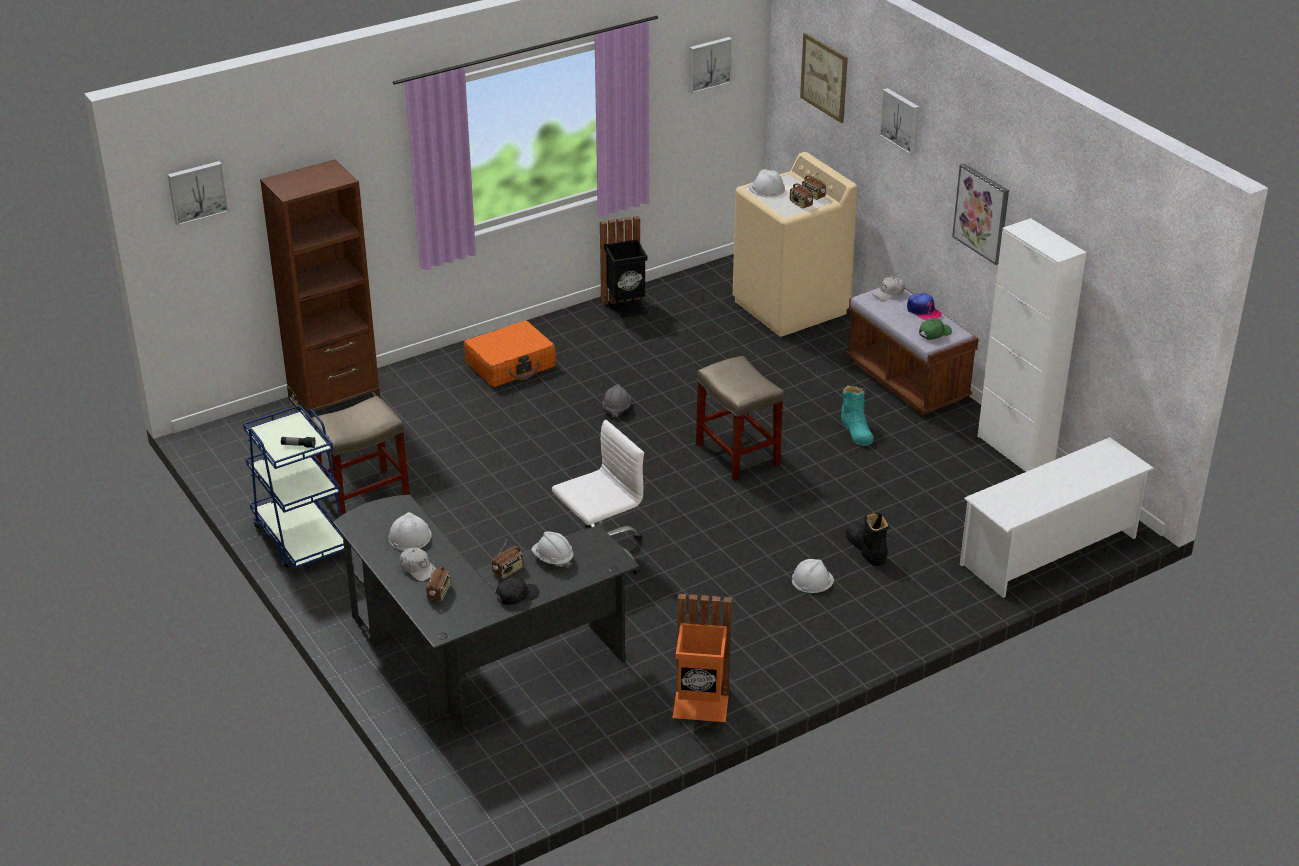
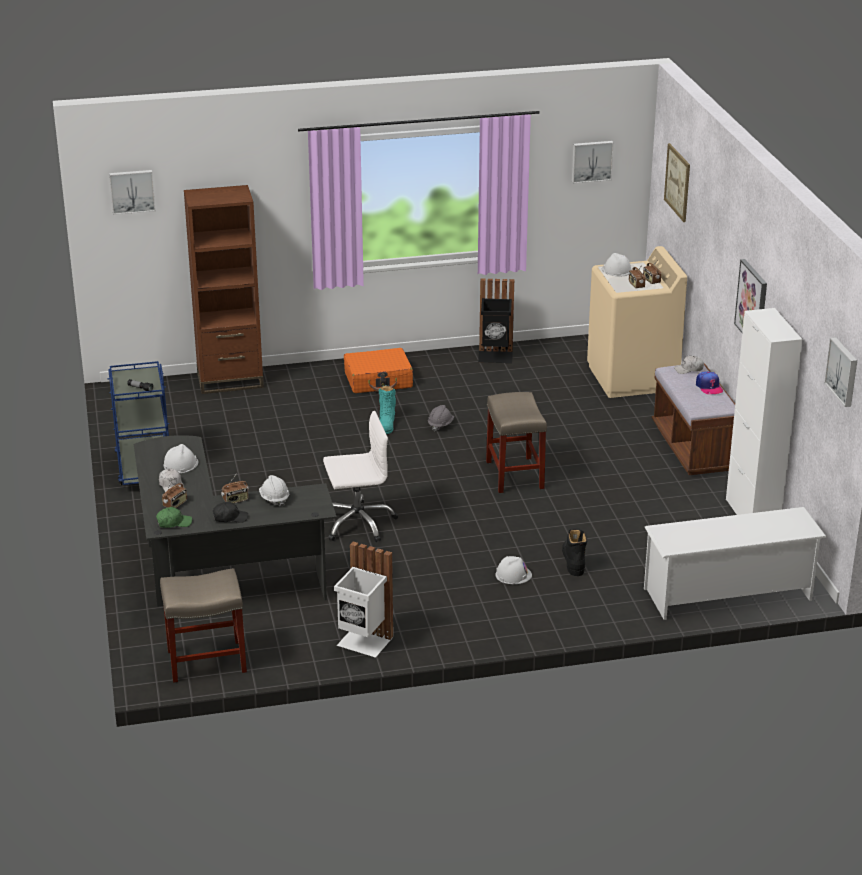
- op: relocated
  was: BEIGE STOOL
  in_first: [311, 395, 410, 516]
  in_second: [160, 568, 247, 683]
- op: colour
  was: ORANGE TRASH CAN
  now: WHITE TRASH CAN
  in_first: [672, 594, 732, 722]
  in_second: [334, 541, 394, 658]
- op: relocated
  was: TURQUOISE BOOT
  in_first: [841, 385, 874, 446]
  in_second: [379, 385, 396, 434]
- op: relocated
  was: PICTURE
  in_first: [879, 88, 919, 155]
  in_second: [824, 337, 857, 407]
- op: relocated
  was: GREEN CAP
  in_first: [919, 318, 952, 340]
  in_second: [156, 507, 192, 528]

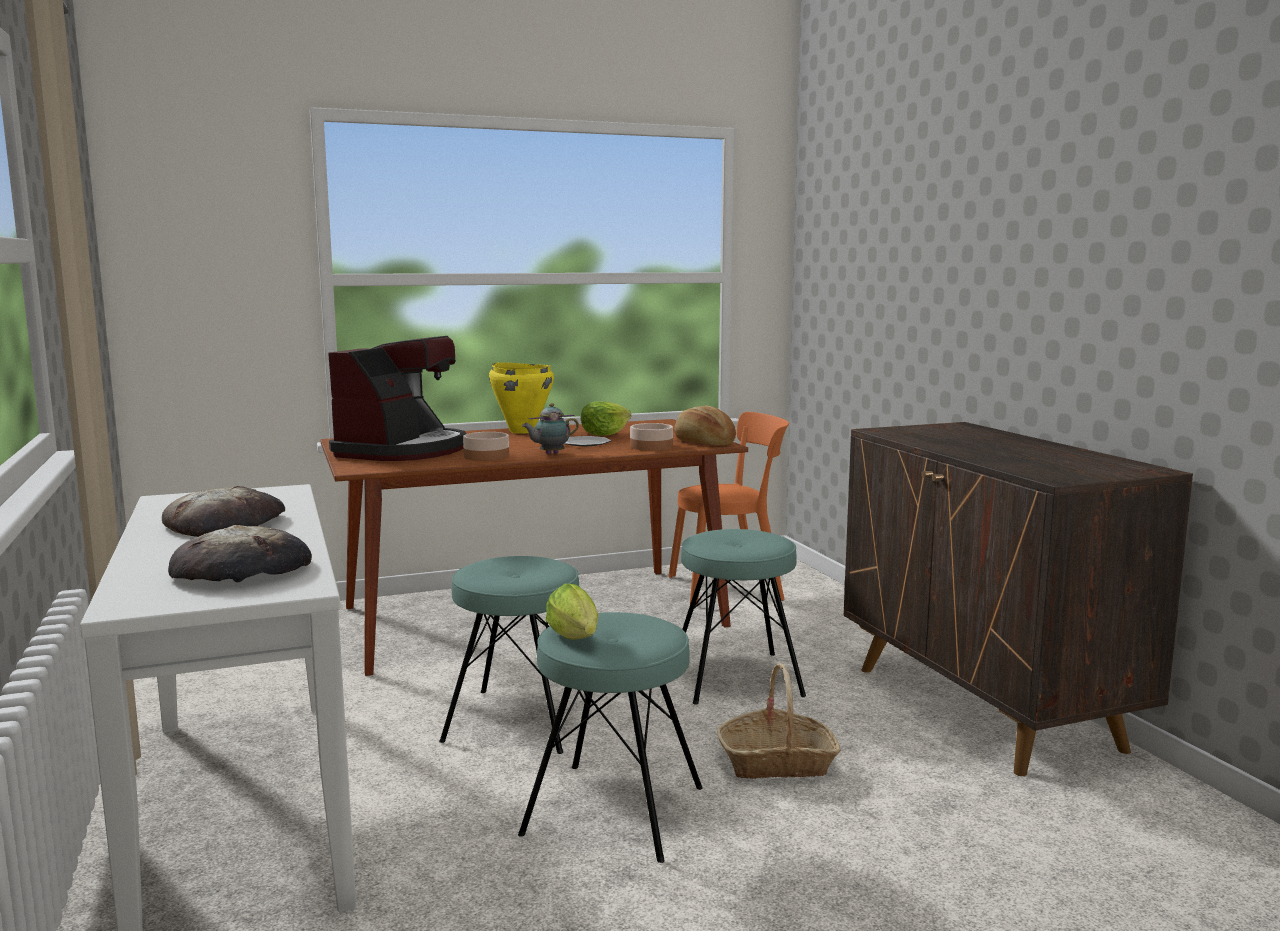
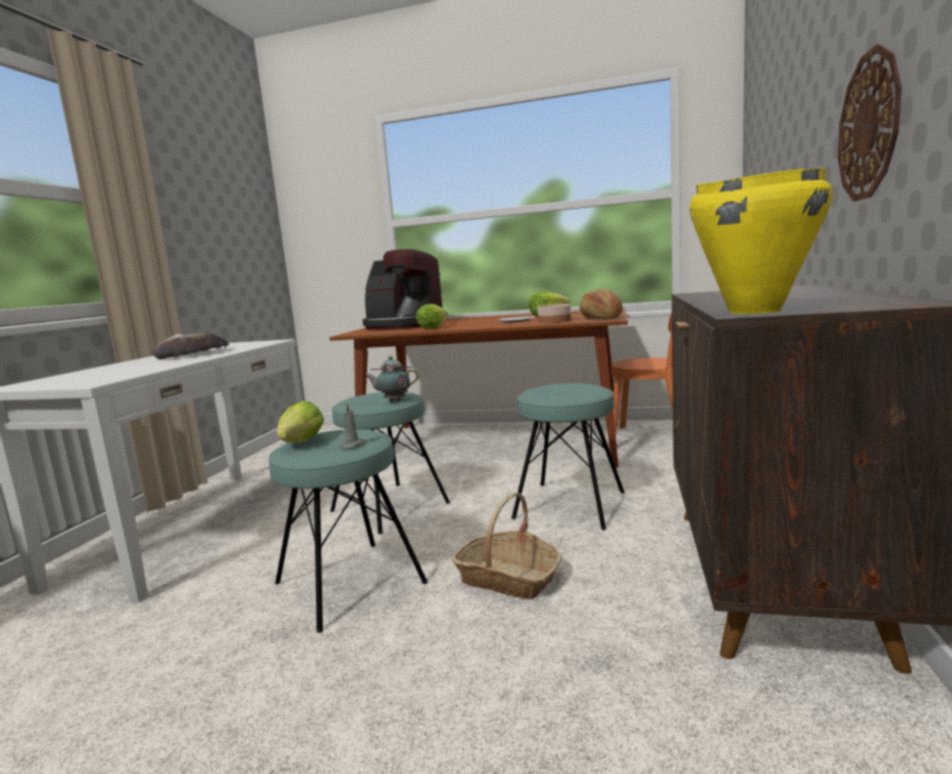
- op: missing
  was: BREAD
  in_first: [168, 525, 312, 582]
- op: spun
  was: COFFEE MACHINE
  in_first: [328, 336, 466, 461]
  in_second: [362, 249, 442, 330]
  clockwise: 60
- op: exchanged
  was: BOWL
  now: LETTUCE
  in_first: [463, 432, 509, 461]
  in_second: [416, 304, 448, 329]
- op: relocated
  was: YELLOW COOKING POT
  in_first: [489, 362, 554, 434]
  in_second: [690, 168, 833, 314]
- op: relocated
  was: TEAPOT
  in_first: [522, 403, 579, 455]
  in_second: [365, 356, 419, 402]
- op: appeared
  now: GREY CANDLE
  in_second: [339, 402, 366, 449]
- op: appeared
  now: WALL CLOCK
  in_second: [838, 44, 902, 201]

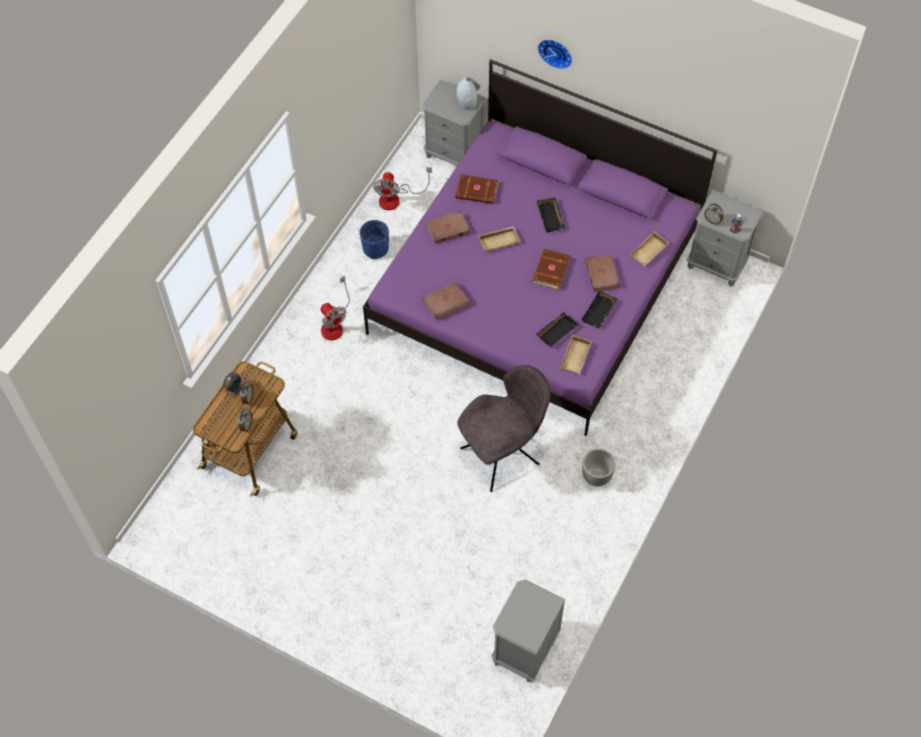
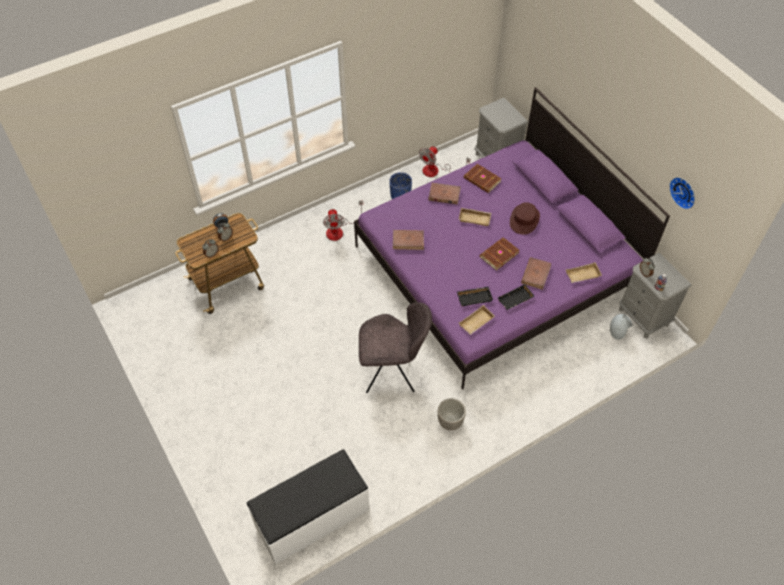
- op: relocated
  was: GREY VASE
  in_first: [457, 78, 480, 110]
  in_second: [610, 314, 633, 340]
- op: exchanged
  was: GREY NIGHTSTAND
  now: WHITE BENCH
  in_first: [492, 580, 566, 682]
  in_second: [247, 449, 369, 564]
- op: exchanged
  was: BLACK TRAY
  now: BROWN HAT
  in_first: [537, 198, 565, 233]
  in_second: [510, 202, 540, 235]
- op: relocated
  was: WALL CLOCK
  in_first: [538, 39, 572, 69]
  in_second: [669, 177, 695, 209]

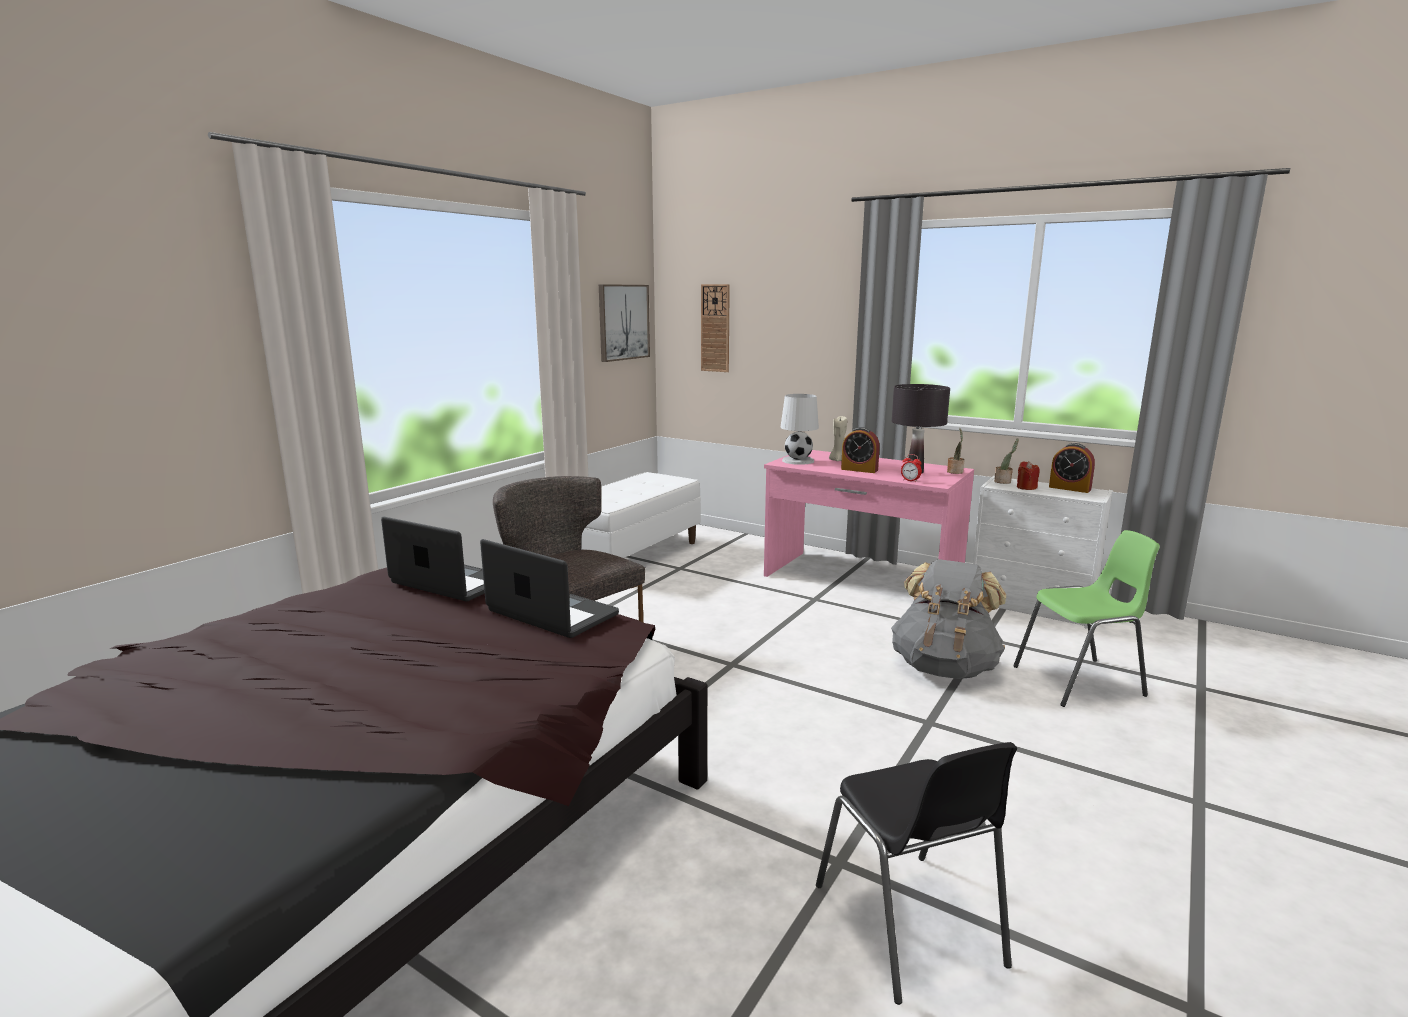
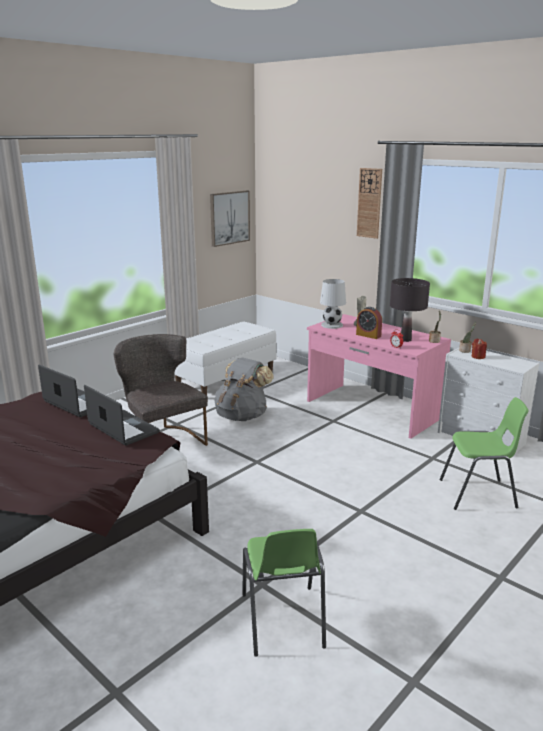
- op: relocated
  was: WALL CLOCK
  in_first: [701, 284, 730, 372]
  in_second: [357, 168, 382, 239]
- op: colour
  was: BLACK CHAIR
  now: GREEN CHAIR
  in_first: [816, 742, 1017, 1005]
  in_second: [242, 529, 326, 657]
- op: relocated
  was: GREY BACKPACK
  in_first: [891, 559, 1006, 679]
  in_second: [214, 357, 273, 421]
- op: missing
  was: ALARM CLOCK
  in_first: [1049, 443, 1095, 493]

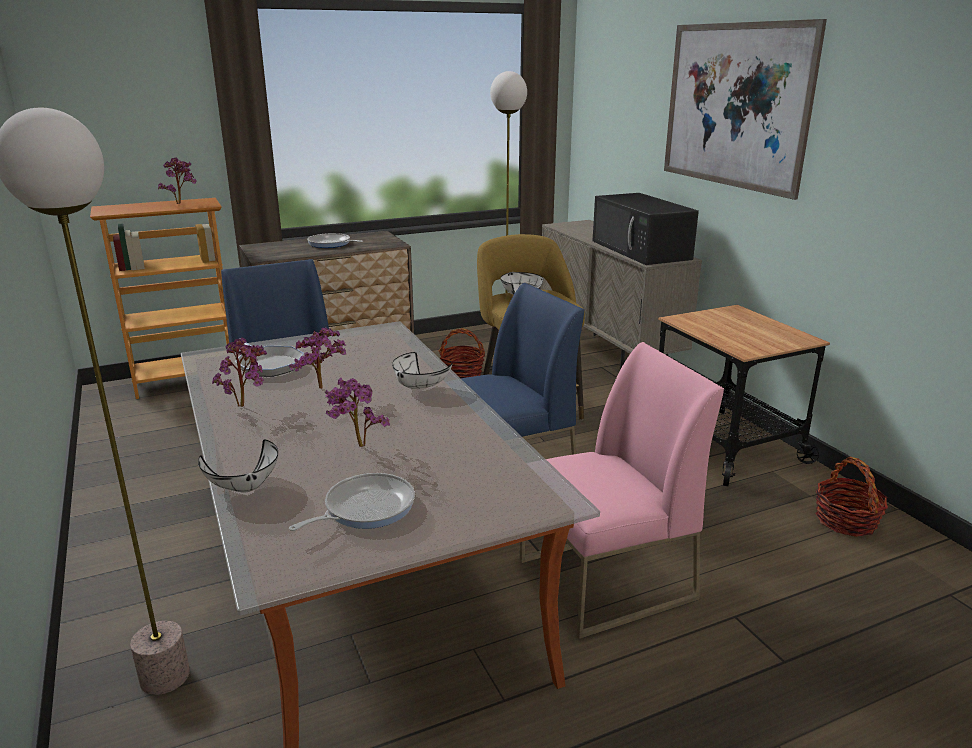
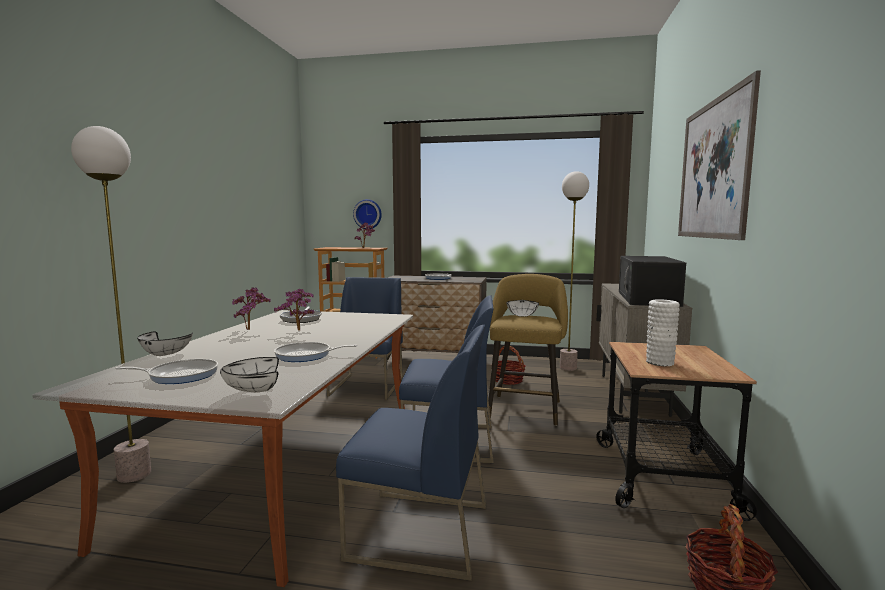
- op: missing
  was: POTTED PLANT
  in_first: [325, 378, 390, 447]
- op: relocated
  was: WHITE BOWL
  in_first: [392, 352, 453, 389]
  in_second: [220, 357, 279, 392]
- op: colour
  was: PINK CHAIR
  now: BLUE CHAIR
  in_first: [520, 342, 724, 639]
  in_second: [336, 325, 486, 581]
- op: appeared
  now: FRYING PAN
  in_second: [274, 342, 357, 362]
- op: appeared
  now: WALL CLOCK
  in_second: [353, 199, 382, 229]
- op: appeared
  now: WHITE VASE
  in_second: [646, 300, 680, 366]

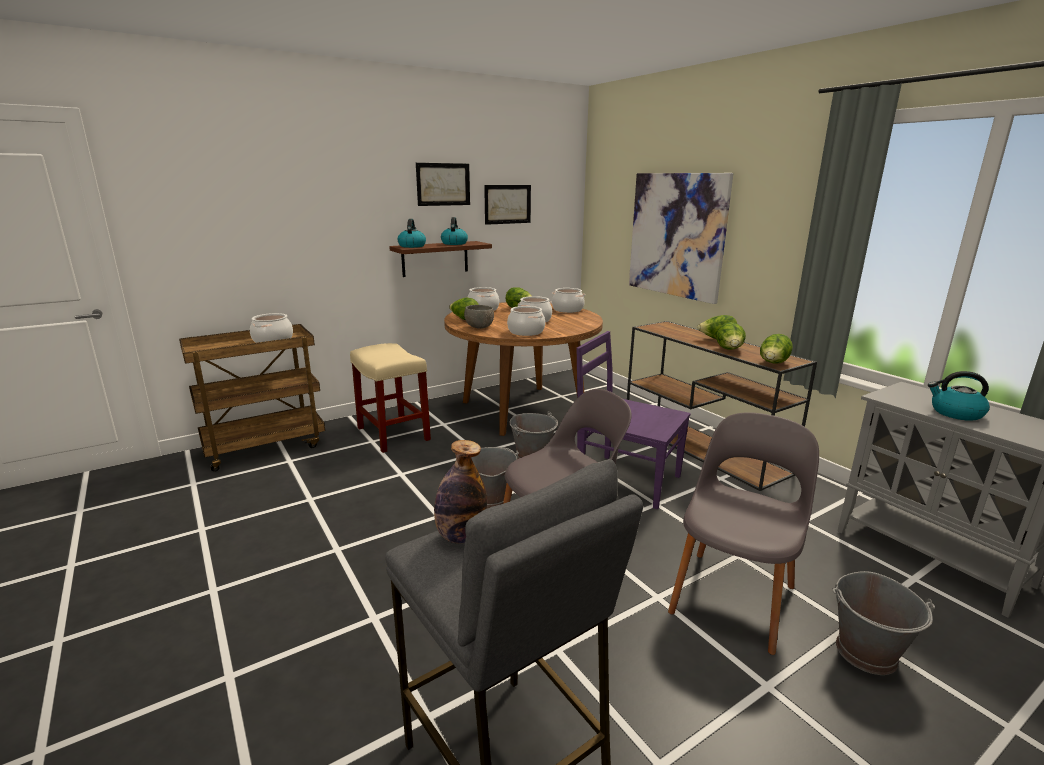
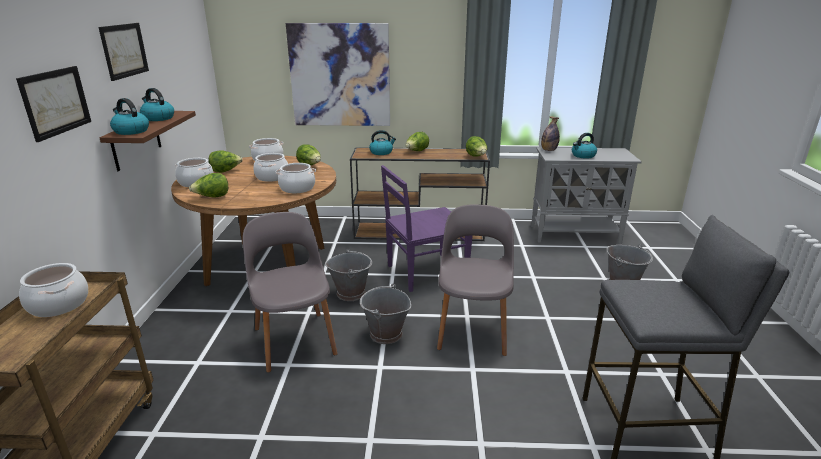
- op: missing
  was: BEIGE STOOL
  in_first: [350, 343, 431, 453]
- op: relocated
  was: BOTTLE
  in_first: [434, 440, 487, 544]
  in_second: [541, 116, 560, 151]
- op: missing
  was: GREY BOWL
  in_first: [464, 305, 494, 329]
- op: relocated
  was: PICTURE
  in_first: [484, 185, 531, 225]
  in_second: [16, 66, 91, 142]
- op: relocated
  was: GREY CHAIR
  in_first: [668, 412, 819, 655]
  in_second: [243, 212, 337, 373]
- op: relocated
  was: LETTUCE
  in_first: [716, 322, 746, 350]
  in_second: [296, 144, 321, 165]
- op: appeared
  now: KETTLE
  in_second: [369, 130, 396, 155]

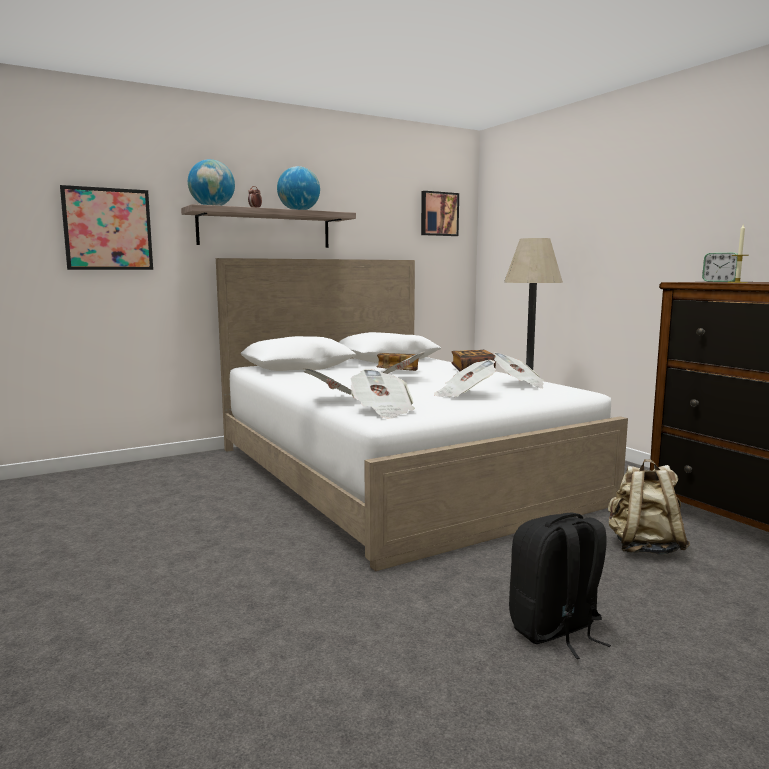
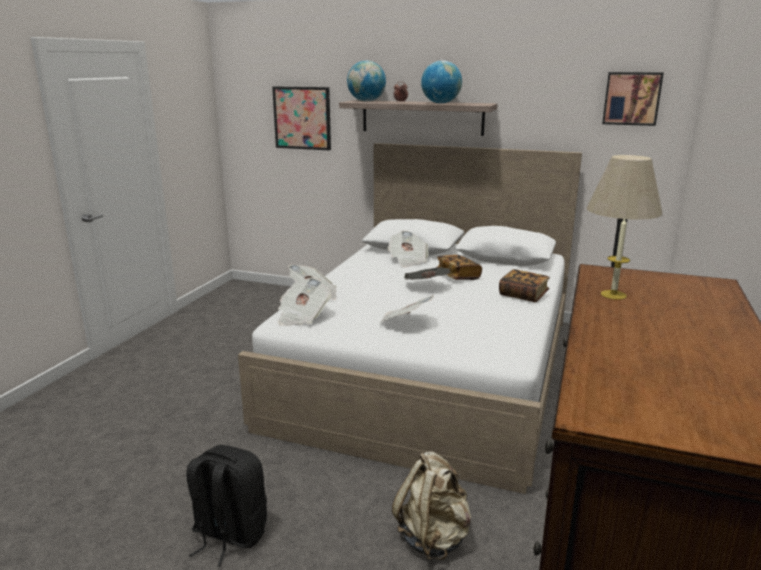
- op: relocated
  was: NEWSPAPER
  in_first: [494, 352, 545, 389]
  in_second: [388, 231, 428, 267]
- op: missing
  was: ALARM CLOCK
  in_first: [702, 253, 738, 282]

